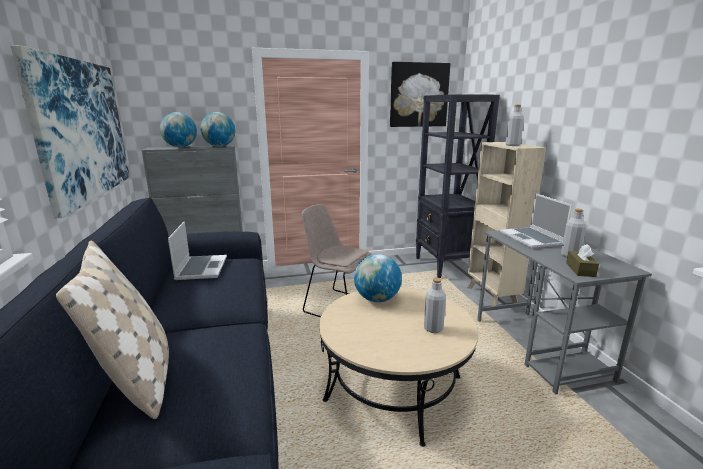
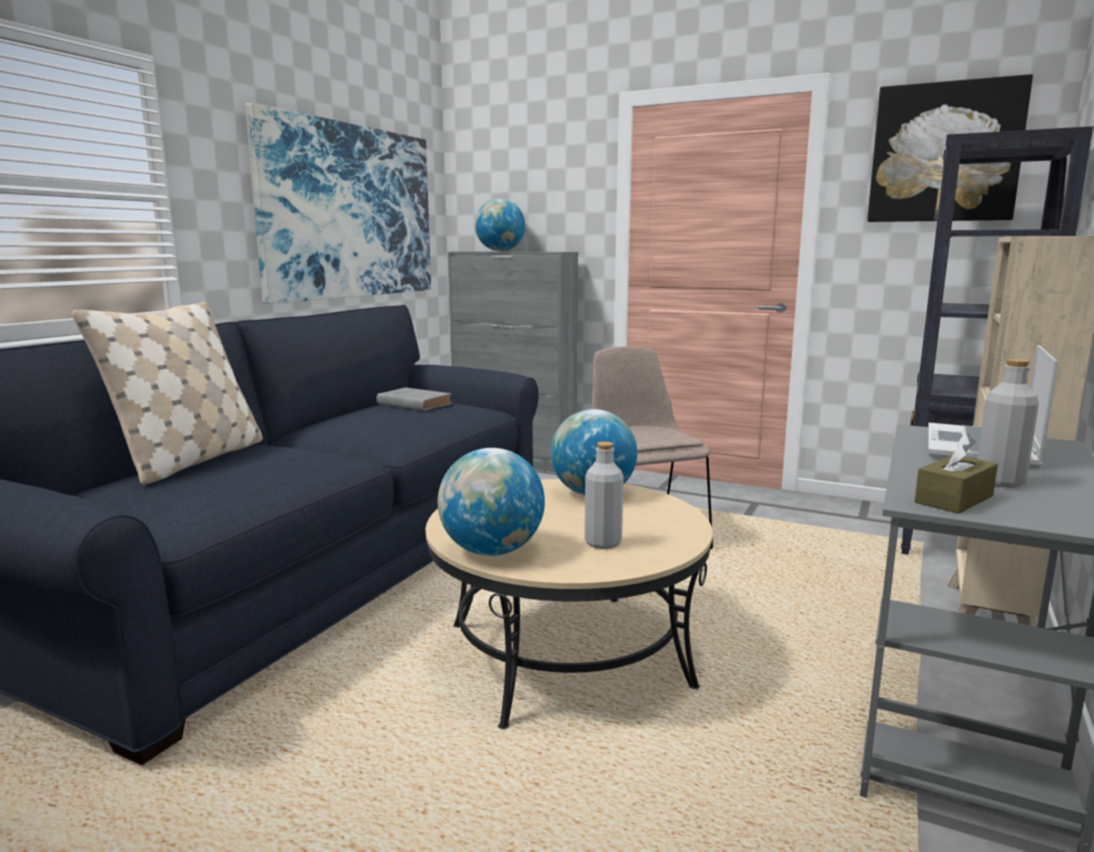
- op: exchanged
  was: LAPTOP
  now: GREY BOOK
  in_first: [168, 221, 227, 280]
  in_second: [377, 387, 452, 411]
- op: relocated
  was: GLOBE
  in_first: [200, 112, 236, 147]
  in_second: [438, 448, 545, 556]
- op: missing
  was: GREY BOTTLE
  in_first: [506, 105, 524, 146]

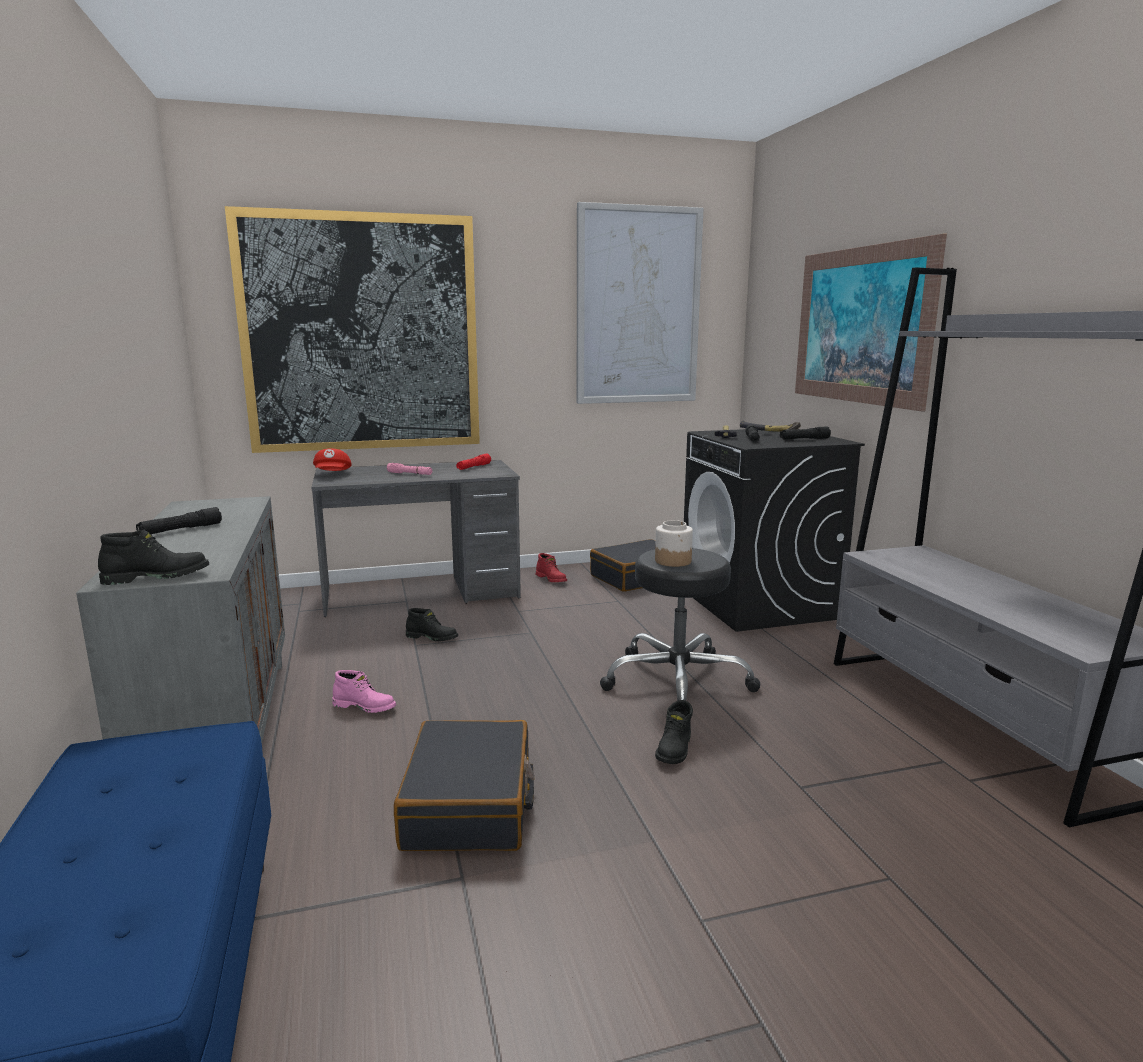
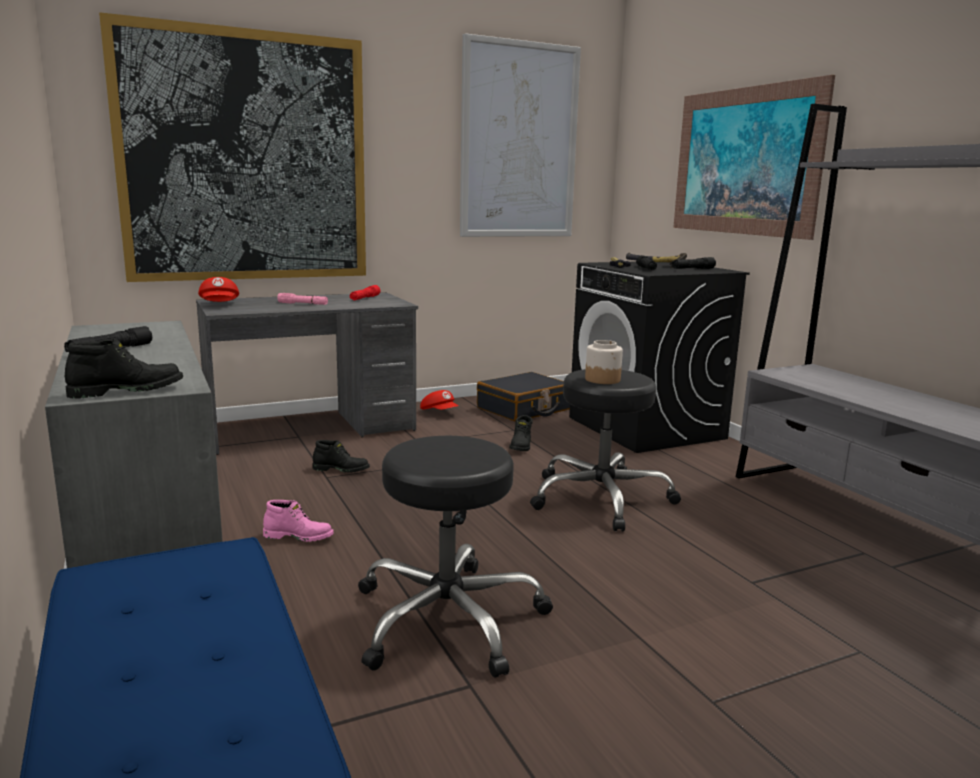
- op: exchanged
  was: BLACK SUITCASE
  now: BLACK STOOL
  in_first: [394, 720, 535, 851]
  in_second: [358, 436, 553, 678]
- op: exchanged
  was: RED BOOT
  now: RED CAP
  in_first: [536, 553, 567, 582]
  in_second: [420, 390, 458, 410]
- op: relocated
  was: BLACK BOOT
  in_first: [655, 700, 693, 764]
  in_second: [509, 415, 533, 451]

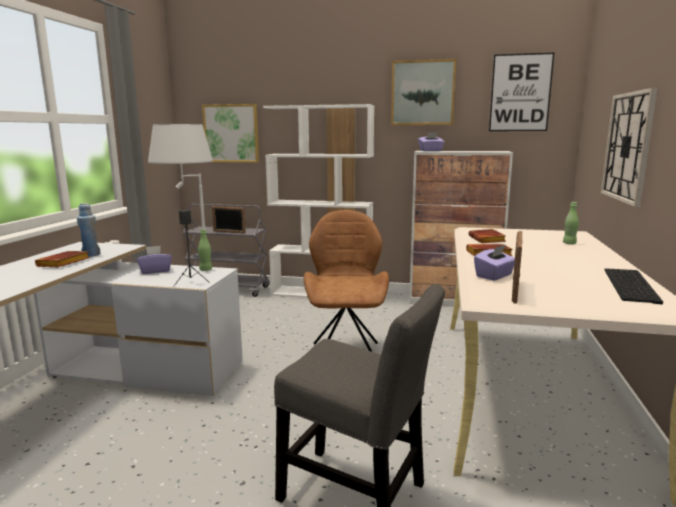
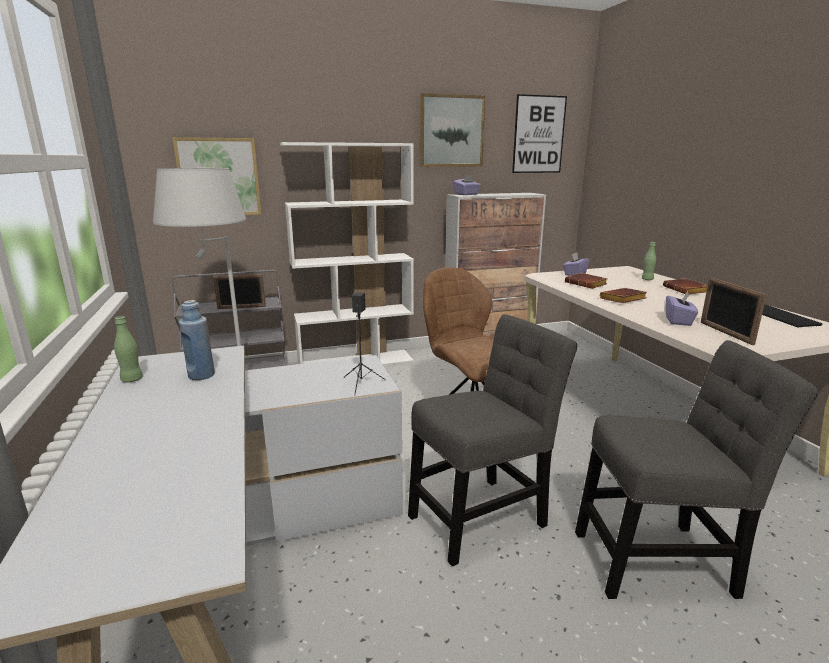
- op: relocated
  was: BROWN BOOK
  in_first: [35, 251, 90, 267]
  in_second: [663, 278, 708, 294]
- op: relocated
  was: PURPLE TISSUE BOX
  in_first: [137, 246, 172, 274]
  in_second: [563, 252, 589, 276]
- op: relocated
  was: GREEN BOTTLE
  in_first: [198, 229, 212, 271]
  in_second: [114, 316, 143, 382]
- op: missing
  was: WALL CLOCK
  in_first: [601, 88, 658, 207]
- op: appeared
  now: GREY CHAIR
  in_second: [408, 314, 577, 567]

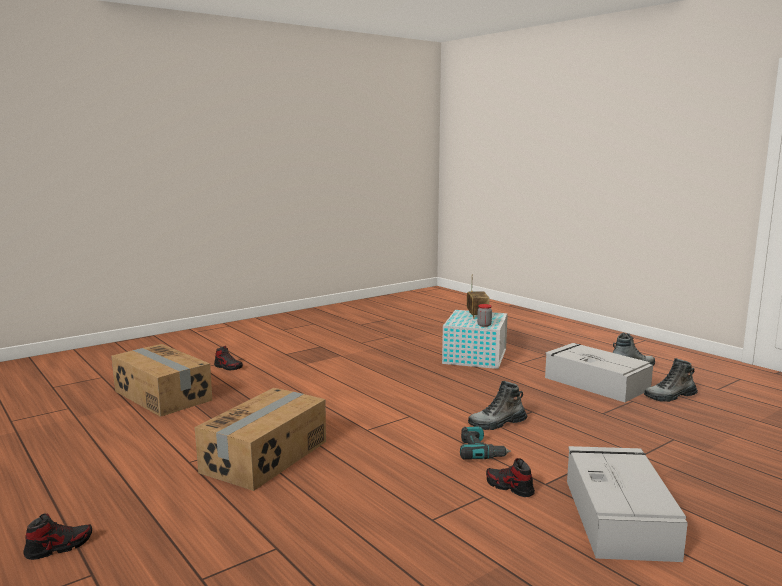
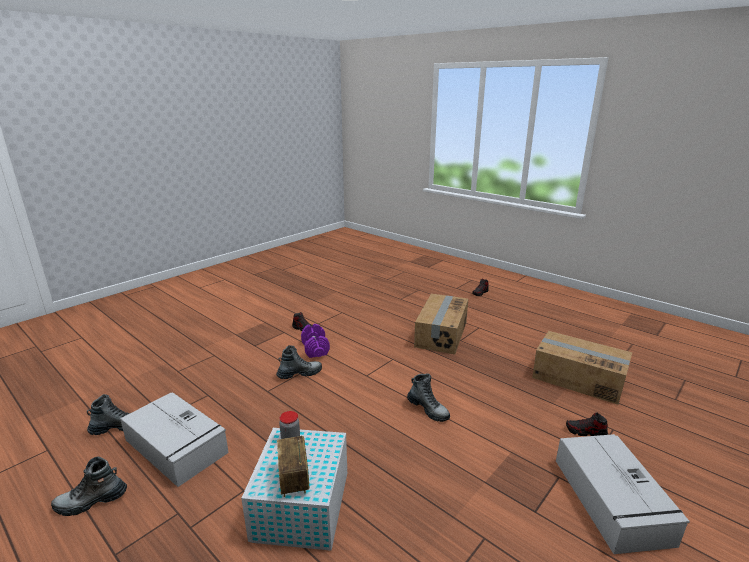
- op: exchanged
  was: POWER DRILL
  now: PURPLE DUMBBELL
  in_first: [460, 426, 511, 460]
  in_second: [301, 324, 330, 358]
- op: relocated
  was: GREY STORAGE BOX
  in_first: [567, 446, 688, 562]
  in_second: [556, 434, 690, 554]
- op: appeared
  now: BOOT
  in_second: [407, 374, 450, 422]

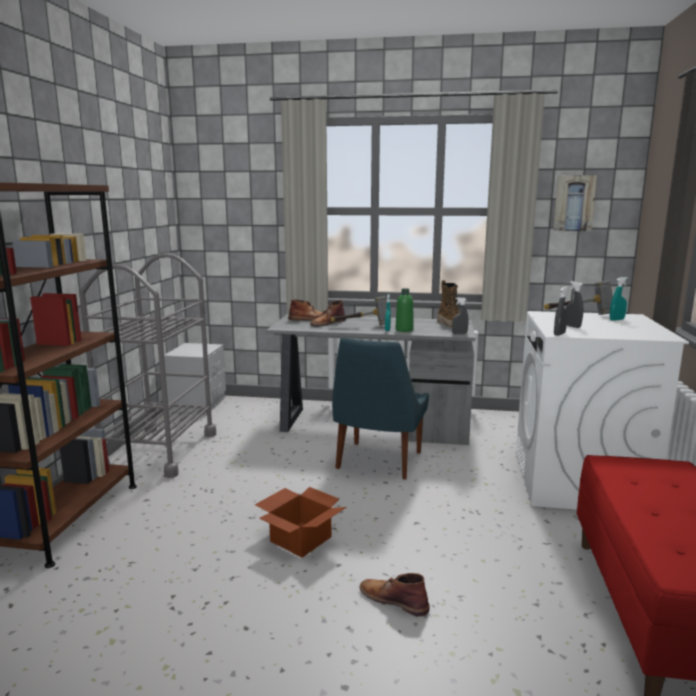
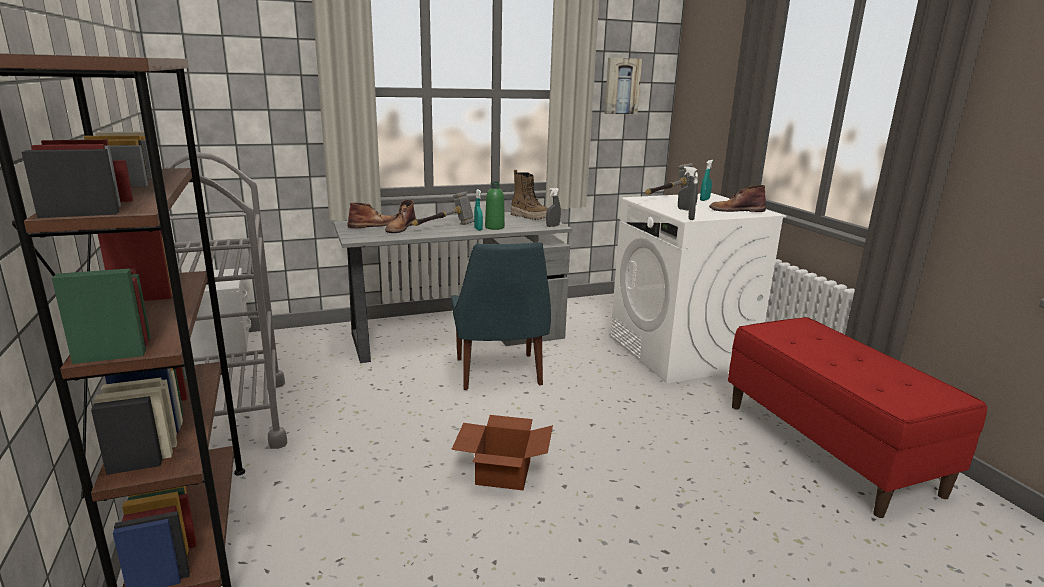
- op: relocated
  was: BROWN BOOT
  in_first: [360, 573, 430, 616]
  in_second: [709, 185, 766, 212]

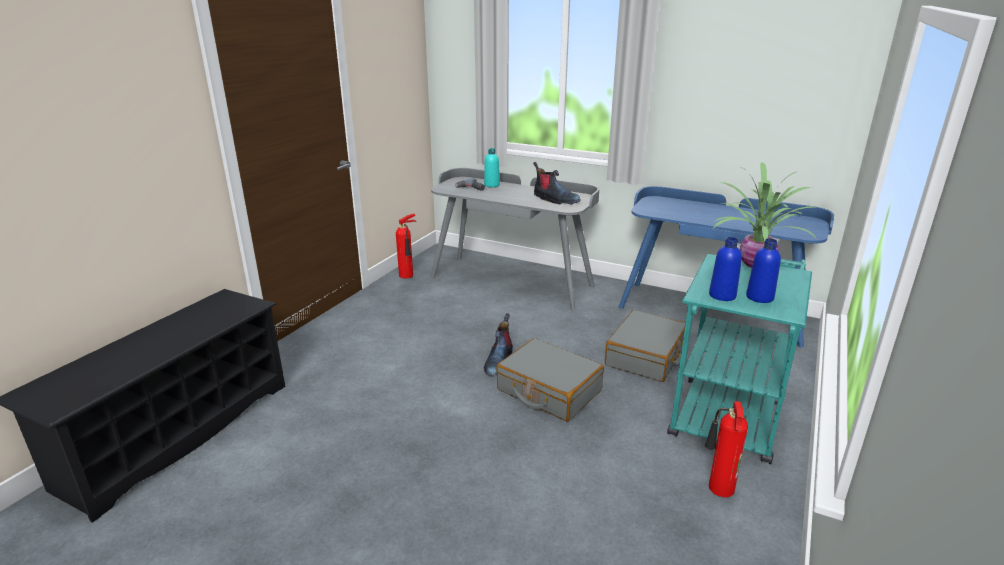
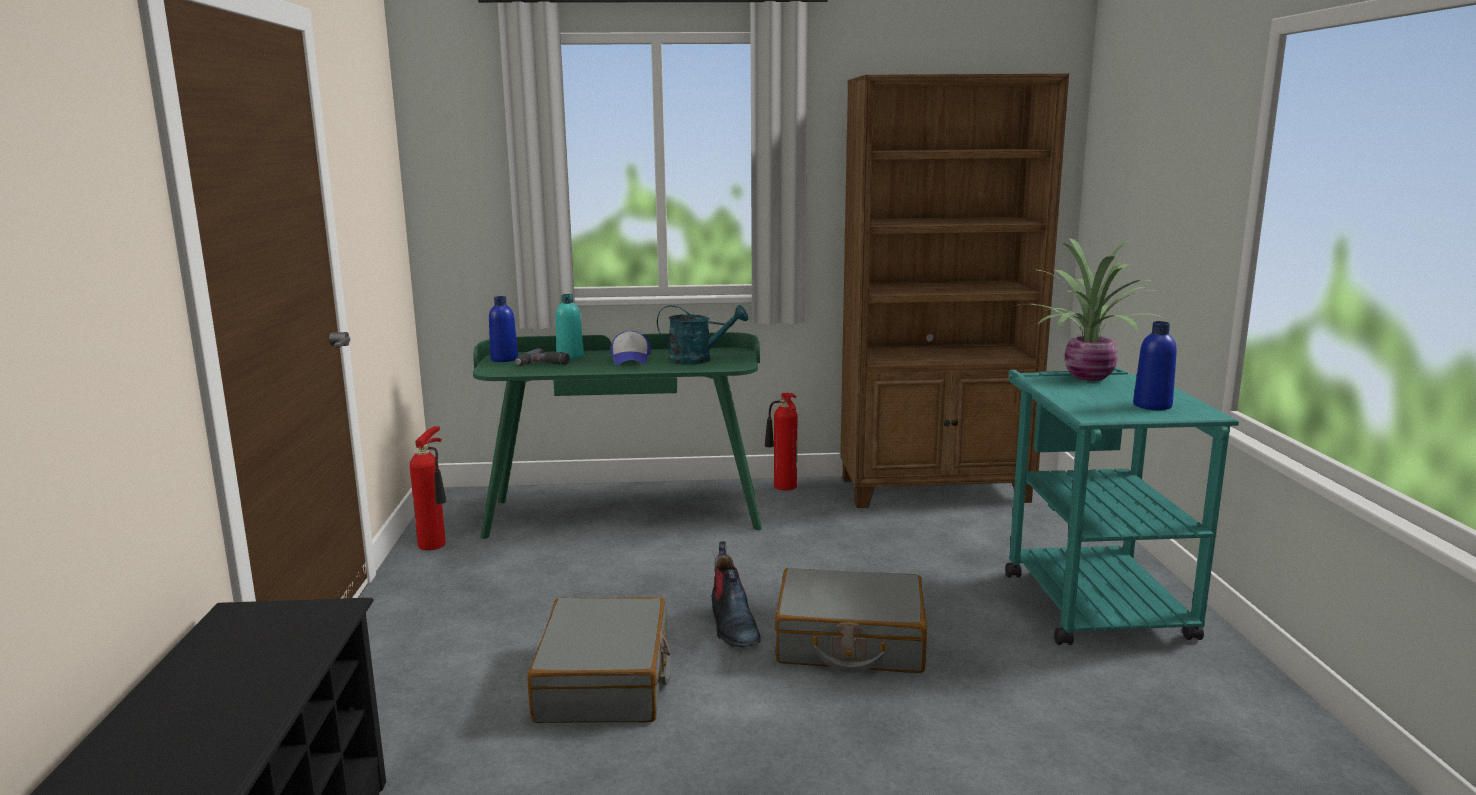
- op: colour
  was: GREY DESK
  now: GREEN DESK
  in_first: [430, 168, 599, 310]
  in_second: [473, 332, 762, 539]
- op: exchanged
  was: BOOT
  now: TURQUOISE WATERING CAN
  in_first: [533, 162, 581, 205]
  in_second: [657, 305, 748, 365]
- op: relocated
  was: GREY SUITCASE
  in_first: [605, 310, 686, 382]
  in_second: [528, 597, 671, 723]
- op: exchanged
  was: BLUE DESK
  now: BROWN BOOKCASE
  in_first: [619, 186, 834, 348]
  in_second: [840, 74, 1069, 508]
- op: relocated
  was: FIRE EXTINGUISHER
  in_first: [705, 401, 748, 497]
  in_second: [765, 393, 797, 490]
- op: relocated
  was: BLUE BOTTLE
  in_first: [709, 237, 742, 301]
  in_second: [489, 296, 518, 362]
- op: appeared
  now: CAP
  in_second: [610, 331, 651, 365]

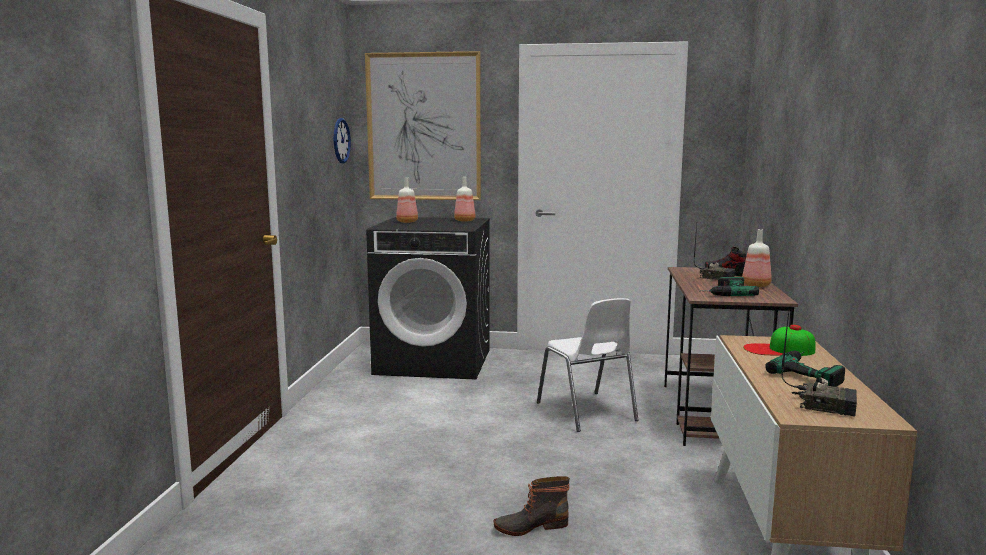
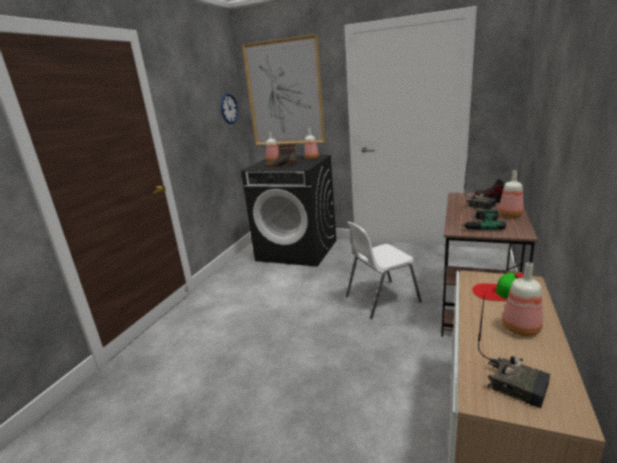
- op: relocated
  was: BOOT
  in_first: [494, 476, 570, 536]
  in_second: [265, 144, 297, 168]
- op: spun
  was: WHITE CHAIR
  in_first: [537, 298, 639, 432]
  in_second: [346, 221, 422, 319]
  clockwise: 75
- op: exchanged
  was: POWER DRILL
  now: BOTTLE
  in_first: [765, 350, 845, 387]
  in_second: [502, 263, 543, 336]

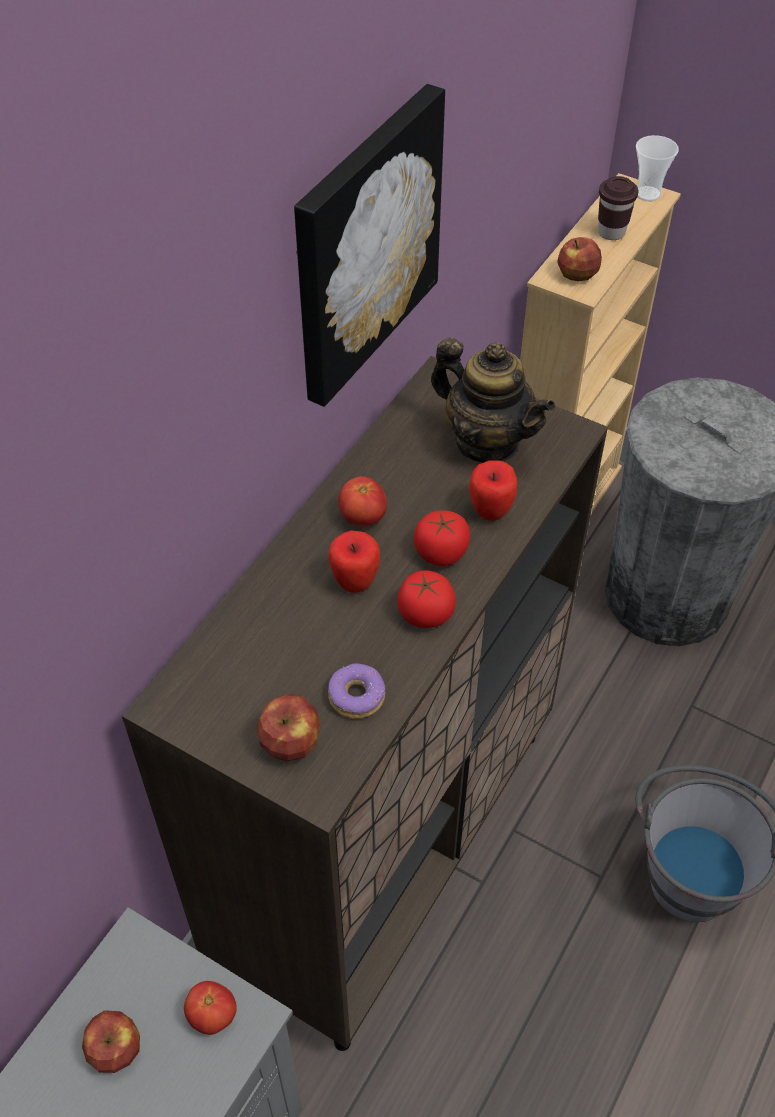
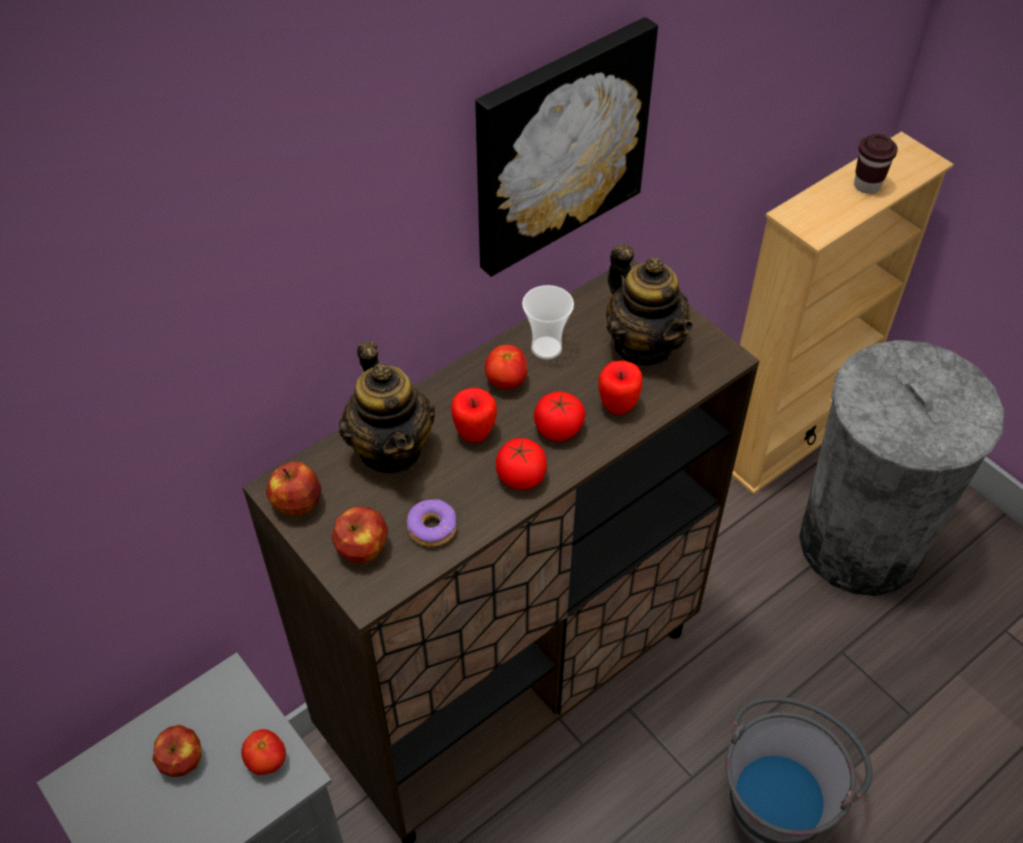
- op: relocated
  was: APPLE
  in_first: [557, 237, 602, 281]
  in_second: [266, 462, 321, 516]
- op: relocated
  was: CUP
  in_first: [636, 135, 679, 202]
  in_second: [522, 285, 574, 359]
- op: appeared
  now: TEAPOT
  in_second: [339, 341, 435, 474]

